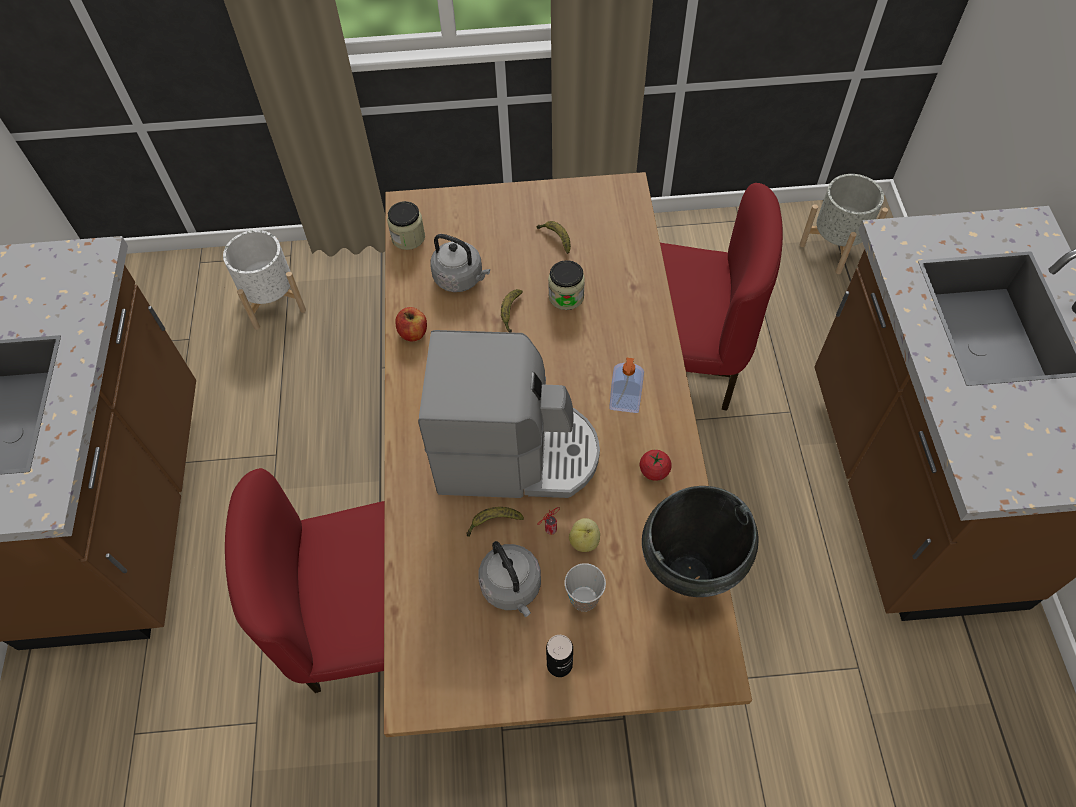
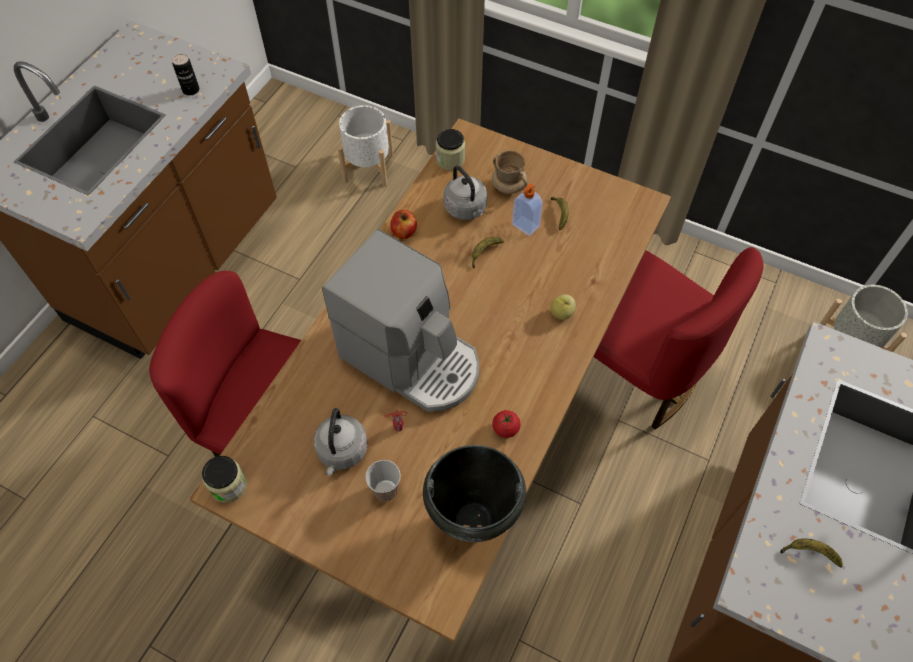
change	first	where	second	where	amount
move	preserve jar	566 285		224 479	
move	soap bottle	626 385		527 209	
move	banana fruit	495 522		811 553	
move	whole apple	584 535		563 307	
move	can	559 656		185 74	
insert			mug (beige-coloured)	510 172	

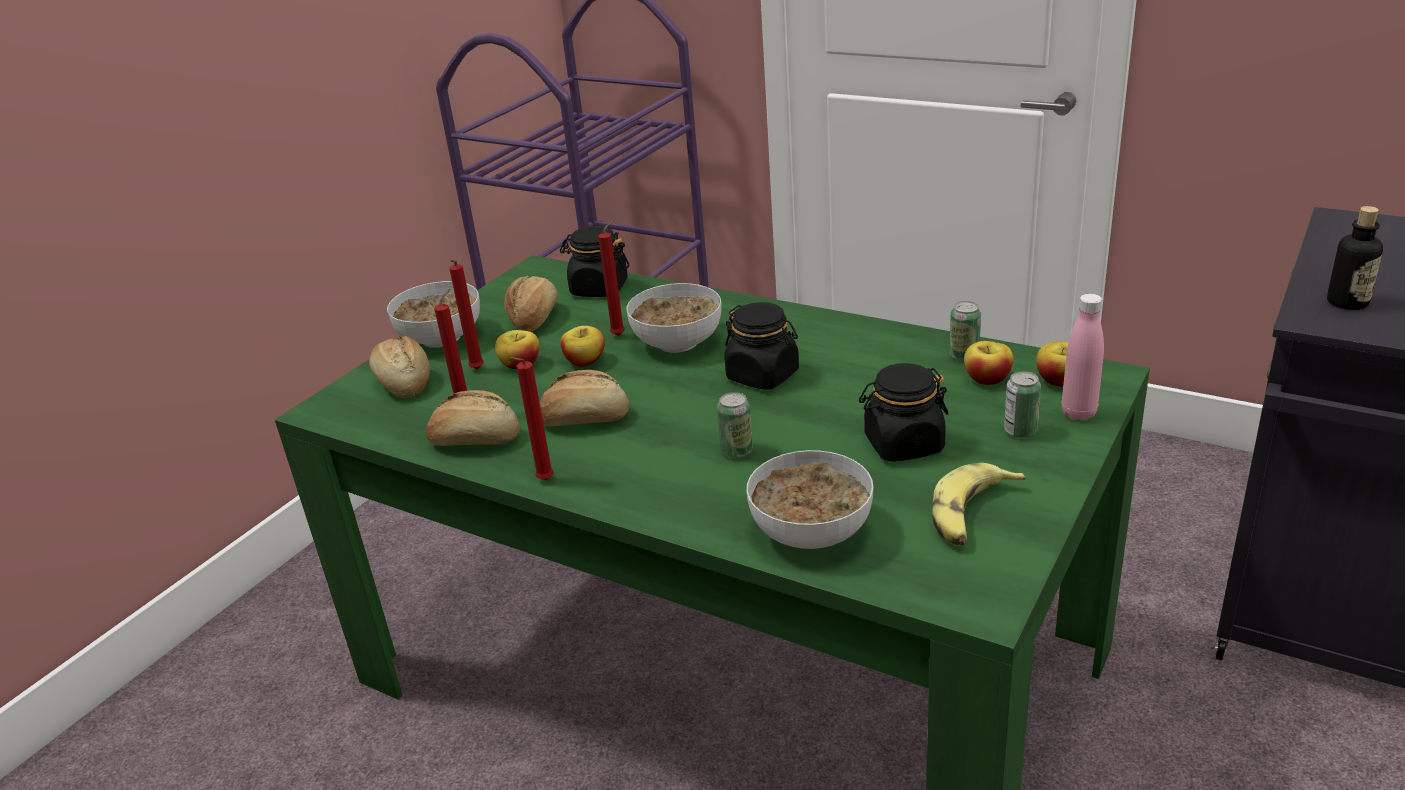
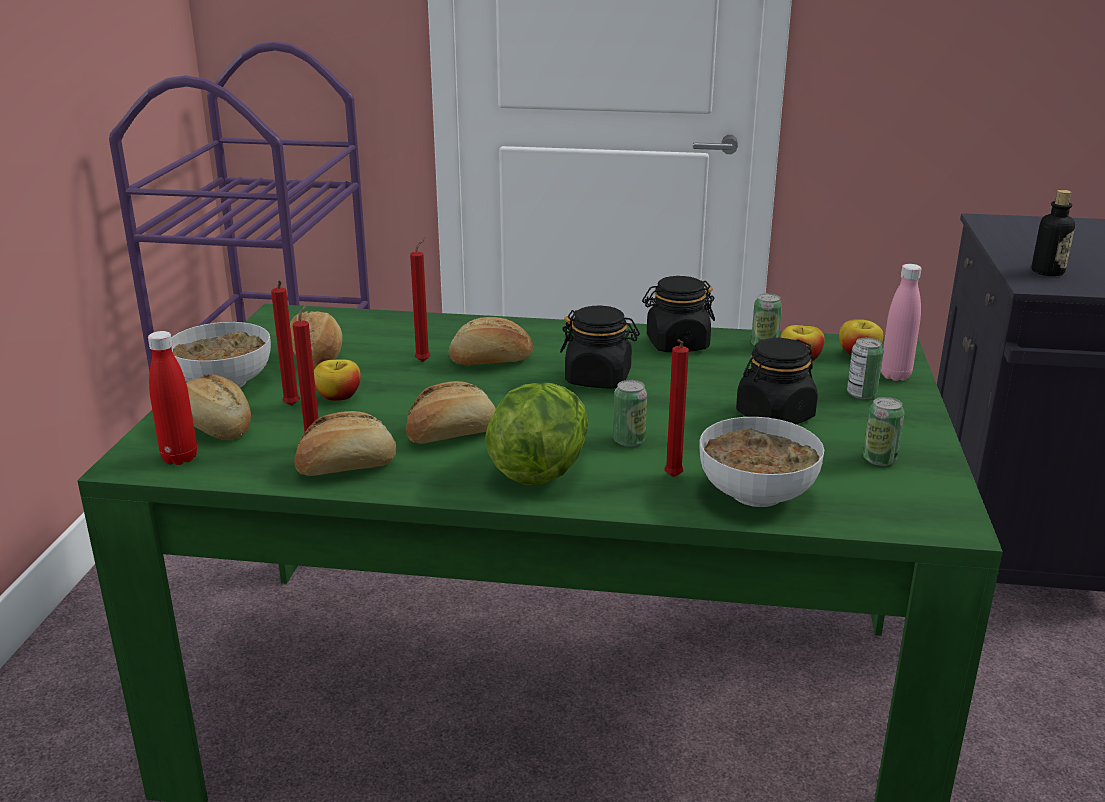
change	first	where	second	where	amount
move	preserve jar (blackish)	594 261		678 314	
replace	bowl	674 318	baked bread	491 341	
delete	whole apple	582 346			
move	wax candle (red-coloured)	531 418		676 408	
replace	banana fruit	979 504	can	883 431	
insert			bottle (red-coloured)	172 398	
insert			head of lettuce	537 434	

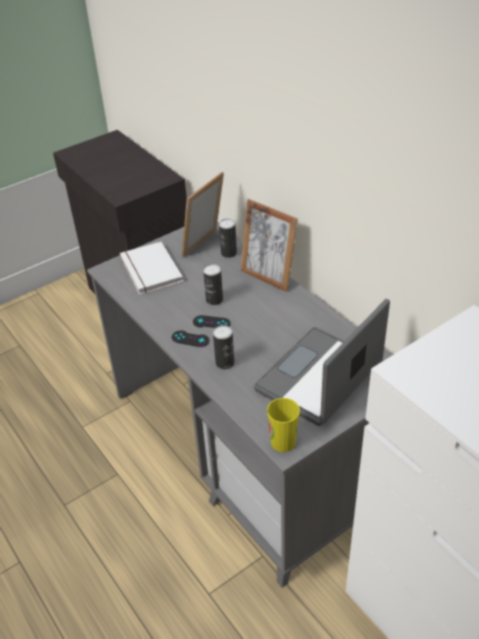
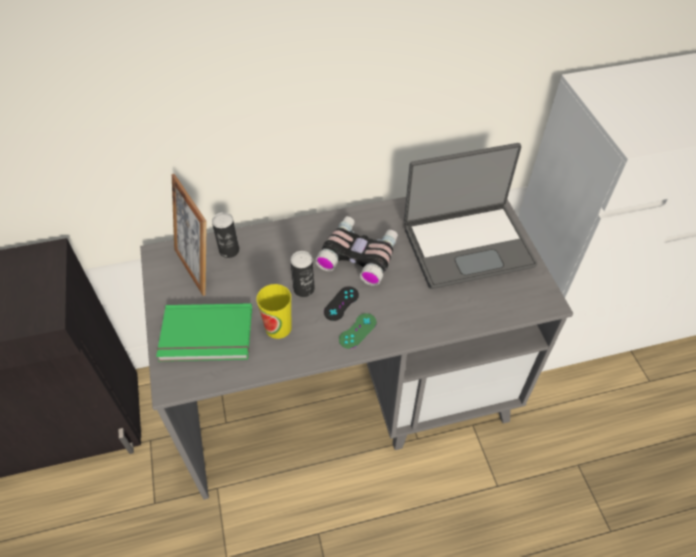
change	first	where	second	where	amount
delete	photo frame	269 245			
recolor	book (white)	152 268	book (greenish)	204 332	
rotate	portable computer	322 362		471 216	75 degrees counterclockwise
delete	can	223 347			
recolor	game controller (blackish)	190 339	game controller (greenish)	358 331	
move	small cup	283 425		274 311	
insert			field glasses	356 251	

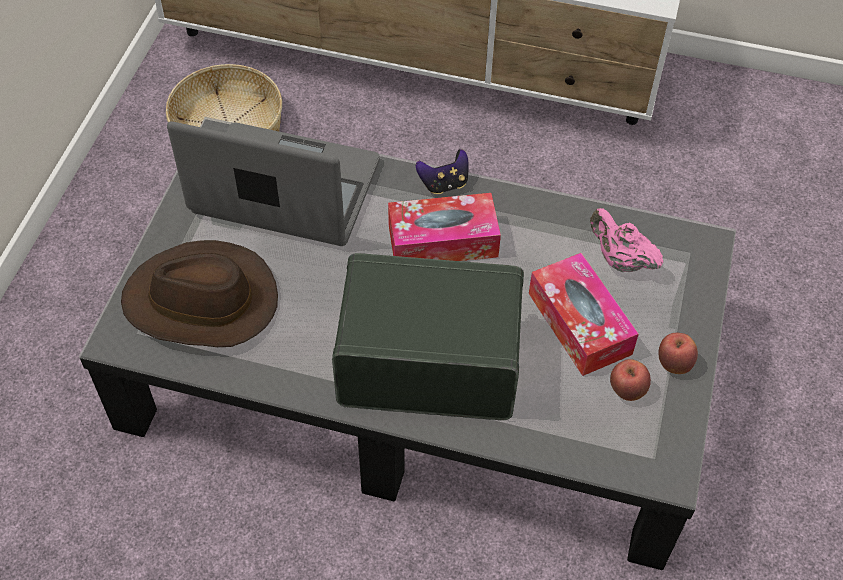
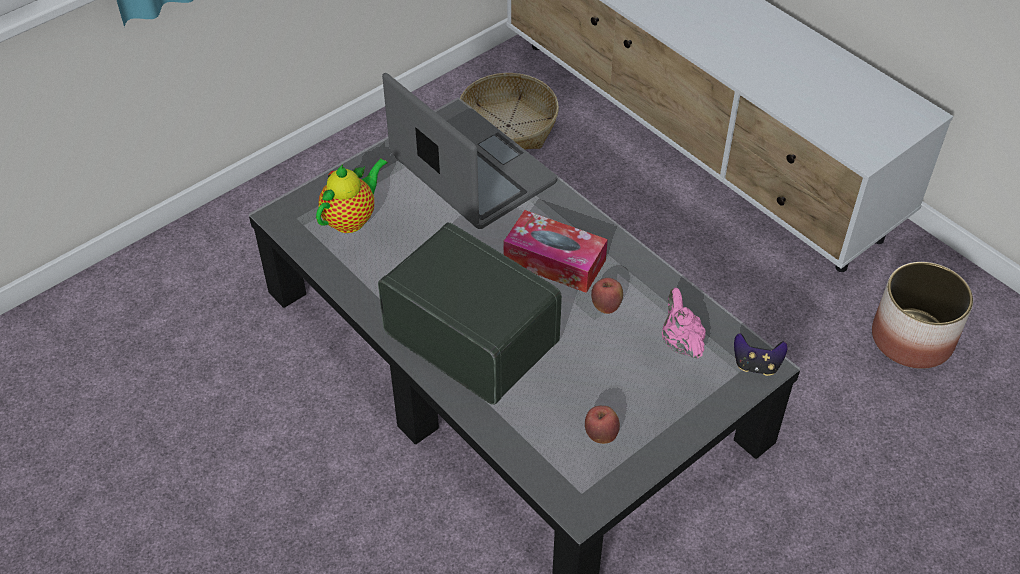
change	first	where	second	where	amount
move	game controller	442 171		761 354	
replace	wearable hat (brown-coloured)	199 293	teapot	352 195	
delete	tissue box	584 314			
move	whole apple	678 353		607 296	
insert			plant pot	922 315	

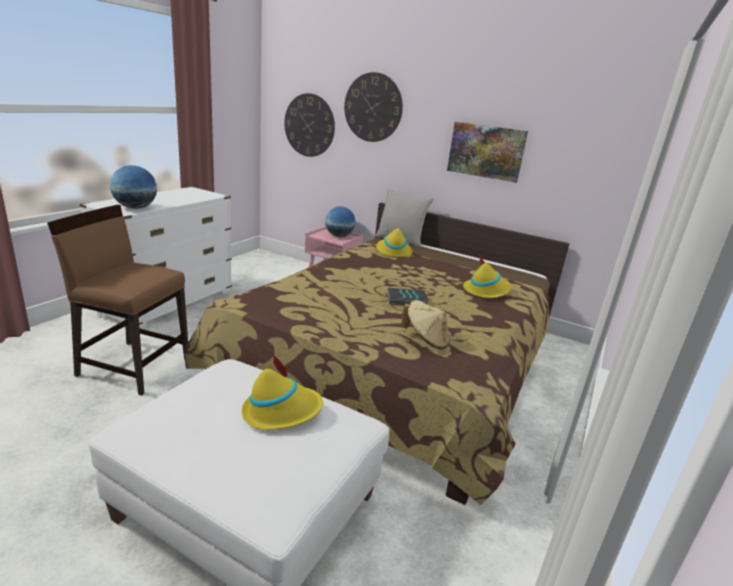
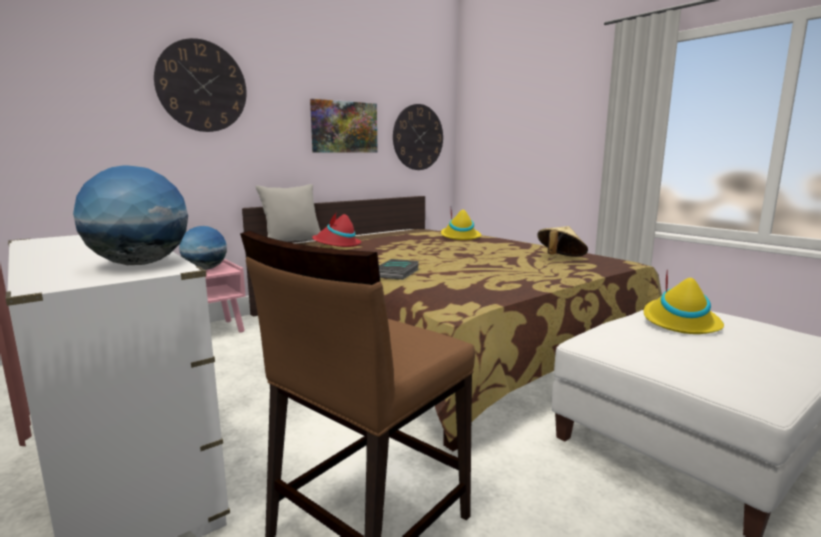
change	first	where	second	where	amount
move	clock on the wall	309 125		418 137	
recolor	wearable hat (yellowish)	394 242	wearable hat (red-coloured)	336 229	
move	book	408 297		399 269	

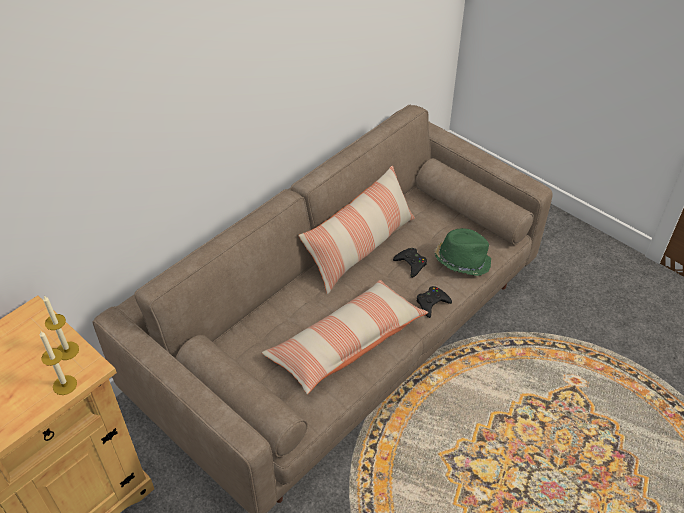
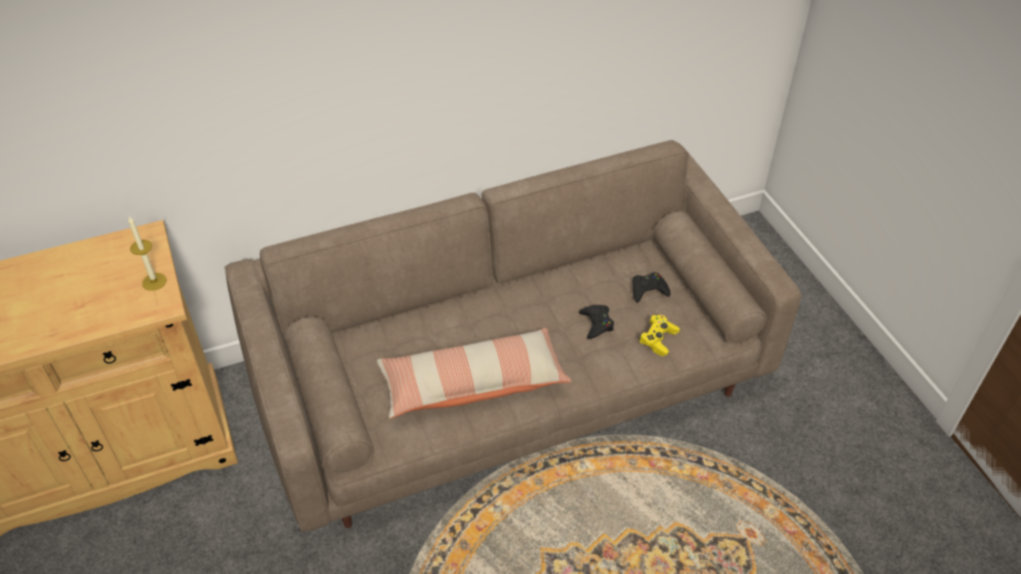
change	first	where	second	where	amount
delete	cushion	356 230			
replace	wearable hat (greenish)	462 252	game controller (yellowish)	659 336	
move	game controller (blackish)	434 302		652 287	
delete	wax candle	58 362			

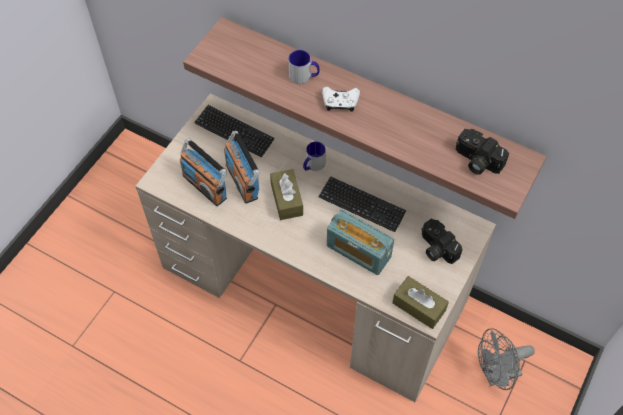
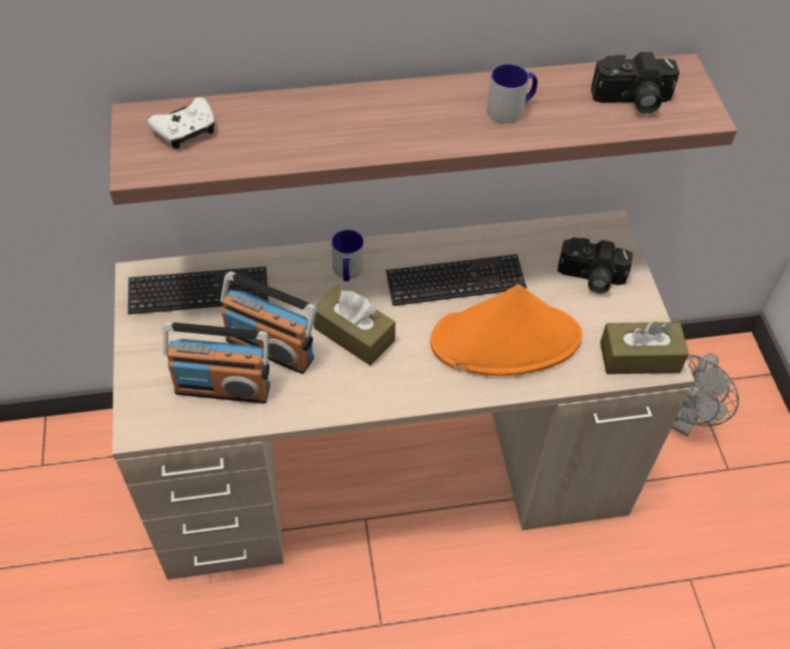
change	first	where	second	where	amount
move	mug	304 67		512 94	
move	game controller (white)	341 99		181 123	
replace	radio	360 242	wearable hat (orange)	506 330	

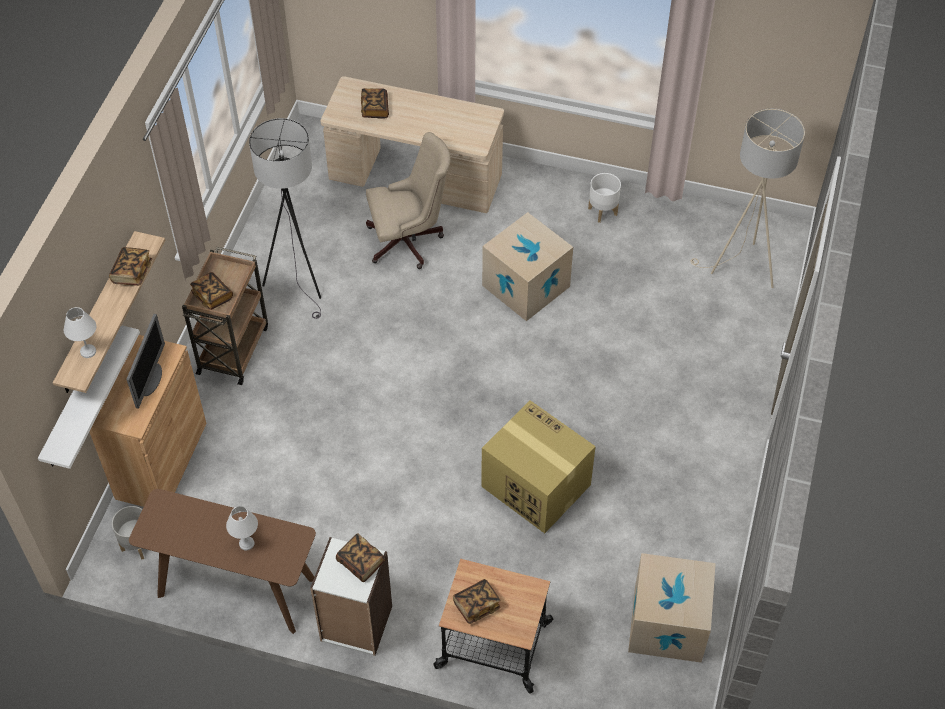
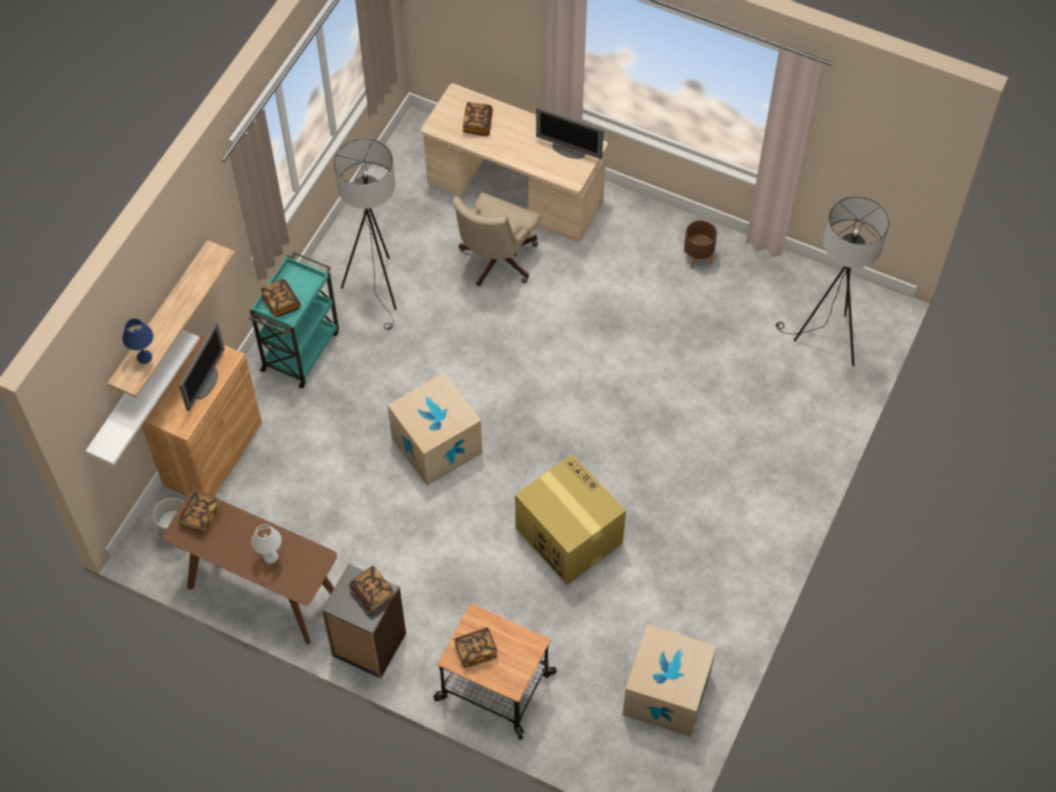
change	first	where	second	where	amount
recolor	standing lamp (beige-coloured)	747 198	standing lamp (blackish)	832 281	
rotate	desk chair (beige-coloured)	408 200		496 239	120 degrees clockwise
recolor	plant pot (white)	604 198	plant pot (brown-coloured)	700 244	
move	carton	527 266		435 429	
move	book	130 266		199 513	
recolor	wheeled cart (brown-coloured)	225 316	wheeled cart (turquoise-coloured)	294 320	
recolor	lamp for a table (white)	80 332	lamp for a table (blue-coloured)	137 341	
recolor	bookshelf (white)	351 596	bookshelf (blackish)	363 621	
insert			computer screen	570 133	

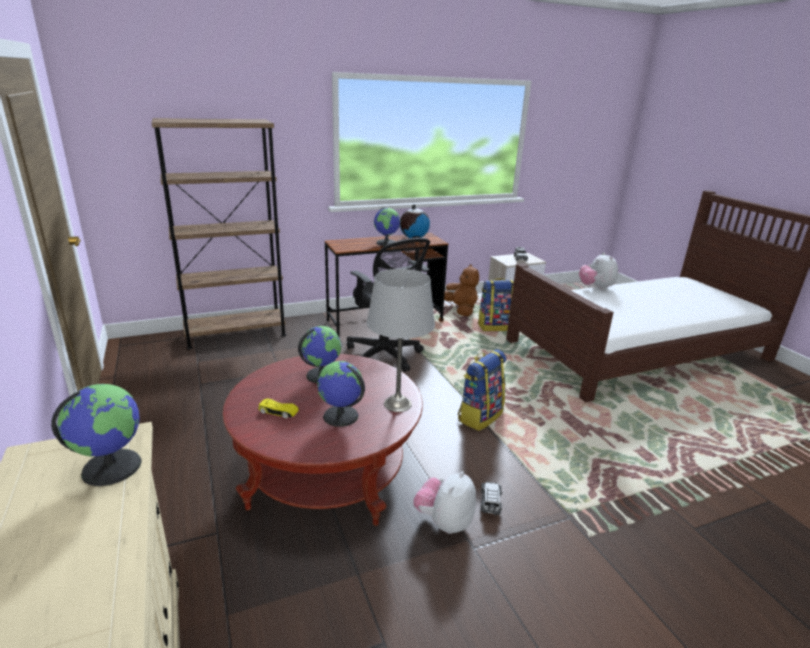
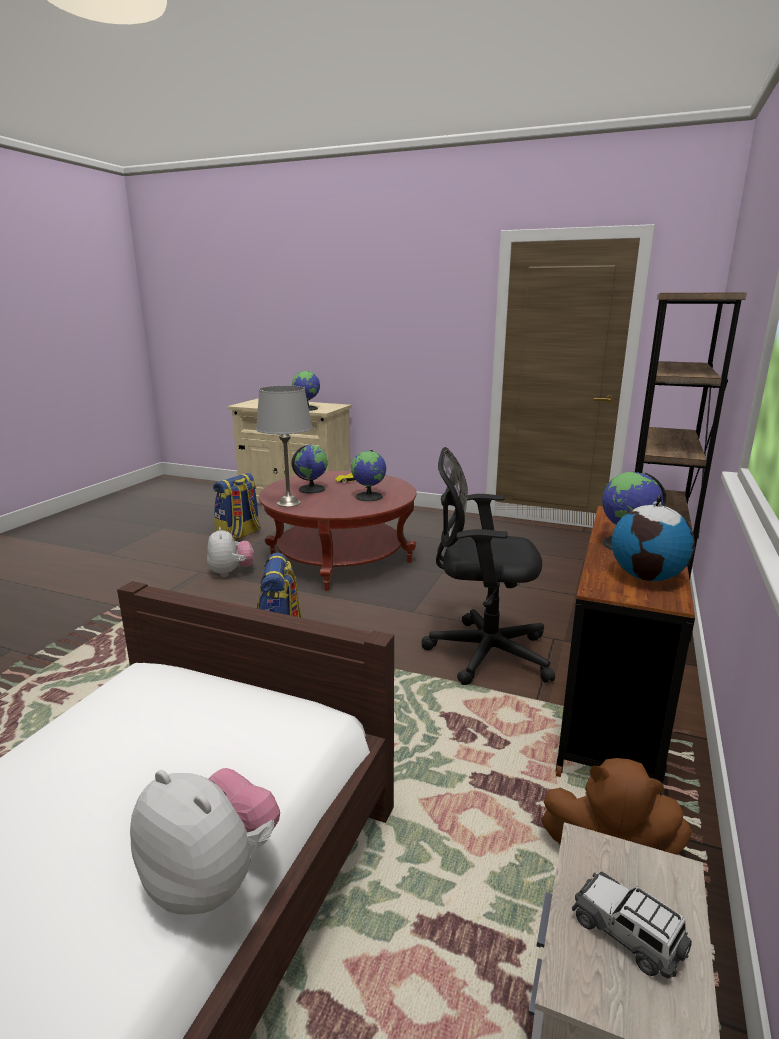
change	first	where	second	where	amount
move	backpack	496 304		236 506	
delete	toy car	491 498			

